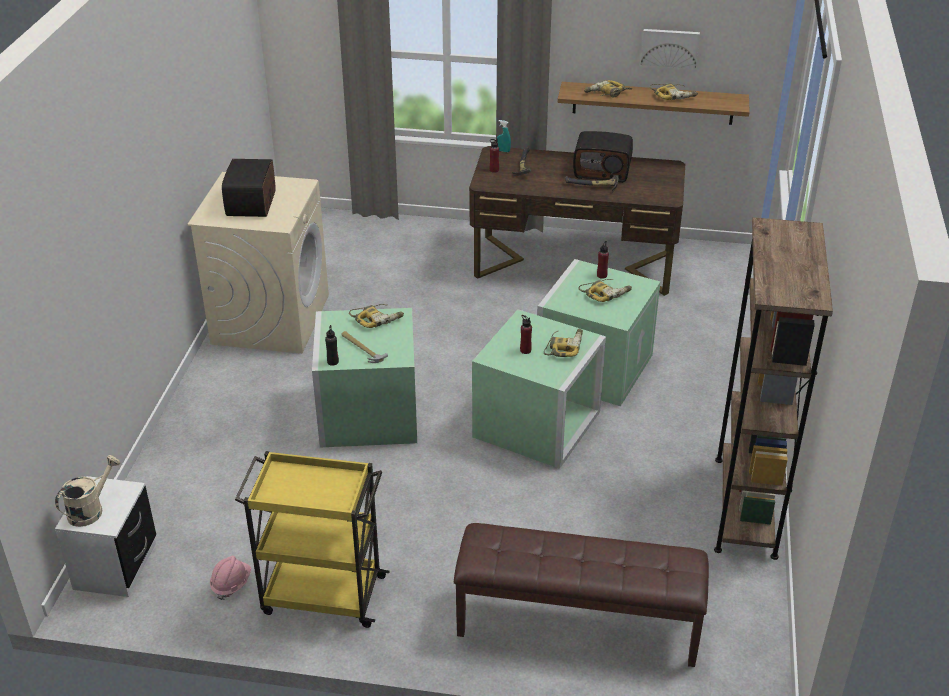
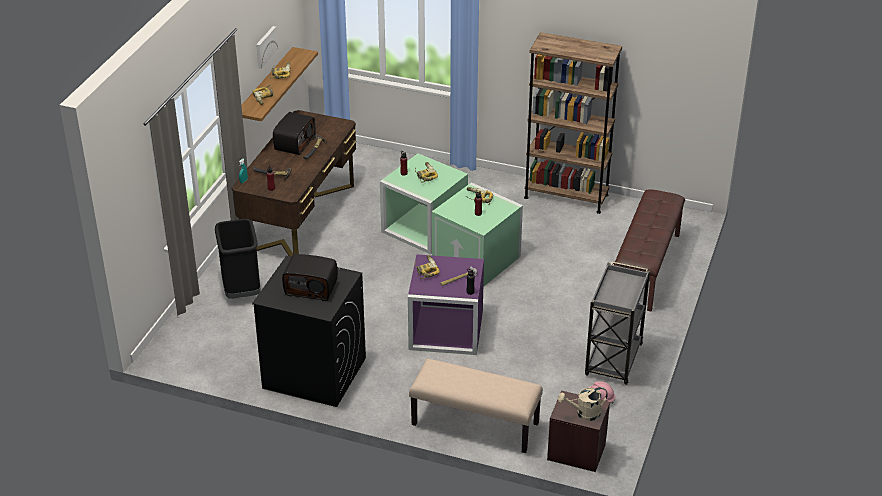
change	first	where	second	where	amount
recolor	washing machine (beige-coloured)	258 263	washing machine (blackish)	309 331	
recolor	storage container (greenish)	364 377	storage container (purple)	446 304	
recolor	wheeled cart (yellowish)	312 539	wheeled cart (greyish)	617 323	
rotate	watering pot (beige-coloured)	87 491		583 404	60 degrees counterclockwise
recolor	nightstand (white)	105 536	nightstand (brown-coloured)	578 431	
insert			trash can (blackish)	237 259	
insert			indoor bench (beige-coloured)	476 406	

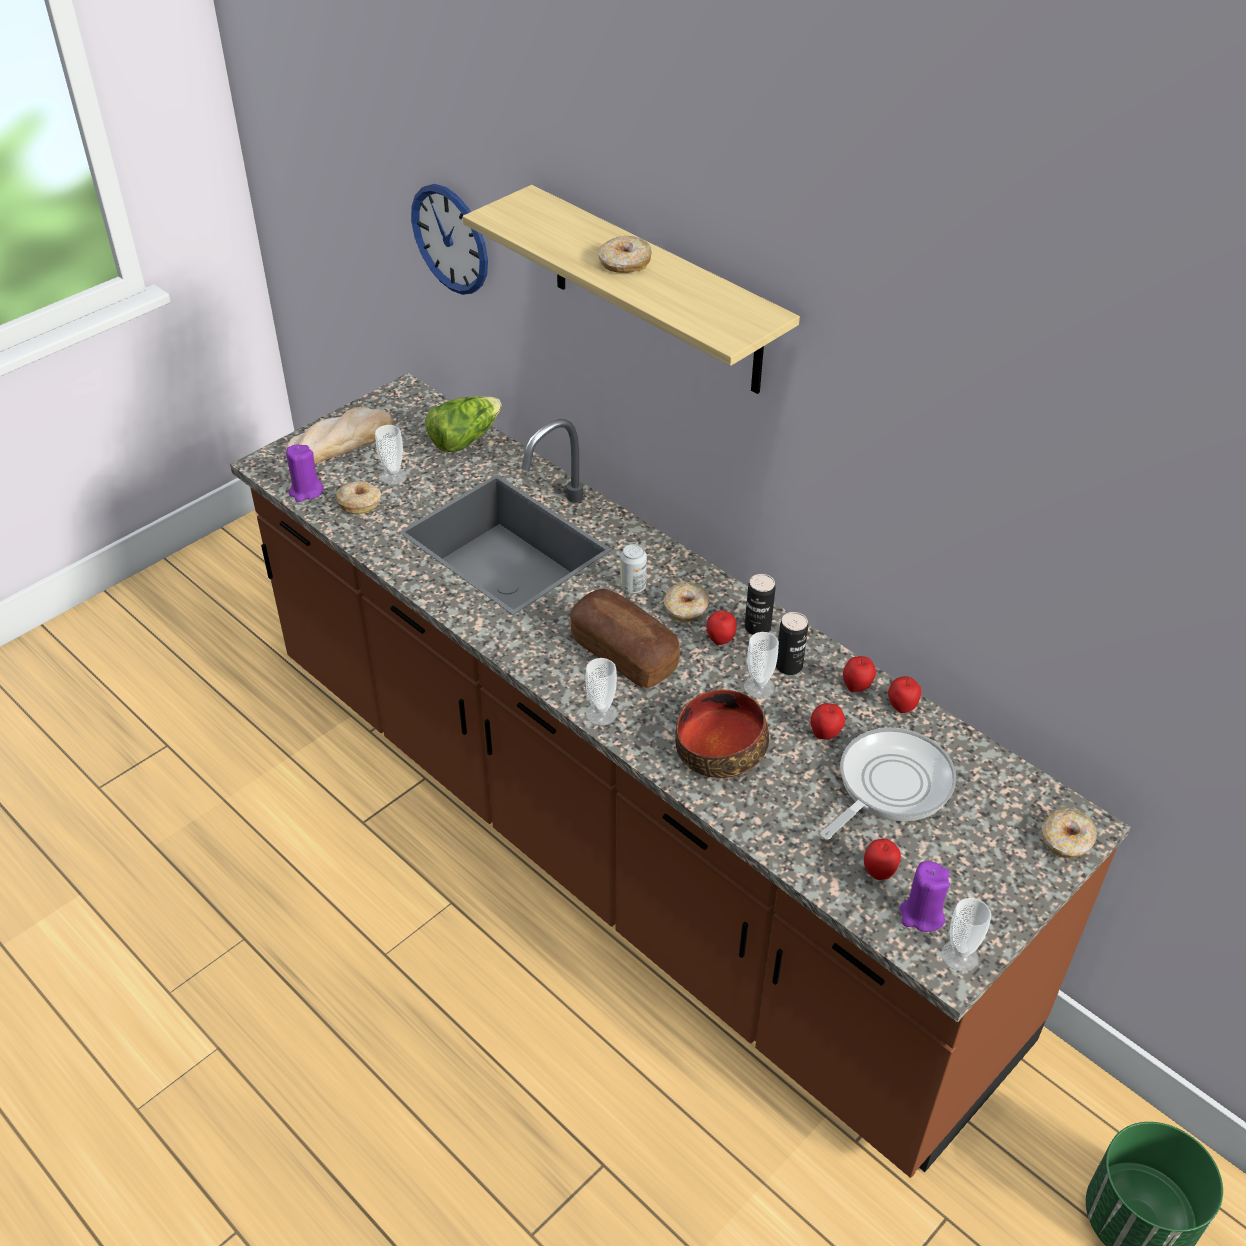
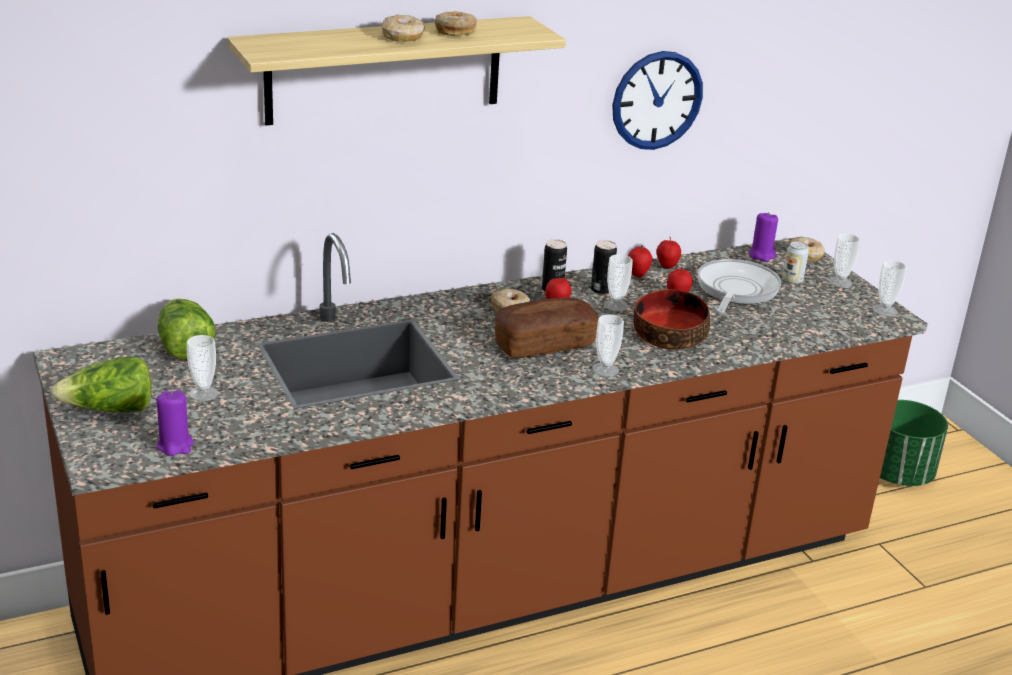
change	first	where	second	where	amount
move	clock on the wall	449 239		657 100	
replace	baked bread	339 436	head of lettuce	101 384	
move	doughnut	358 497		456 23	
move	can	633 569		795 262	
rotate	pan	888 784		739 286	45 degrees clockwise
delete	whole apple	882 859			
move	wax candle (purple)	925 896		763 237	
insert			small cup	844 261	

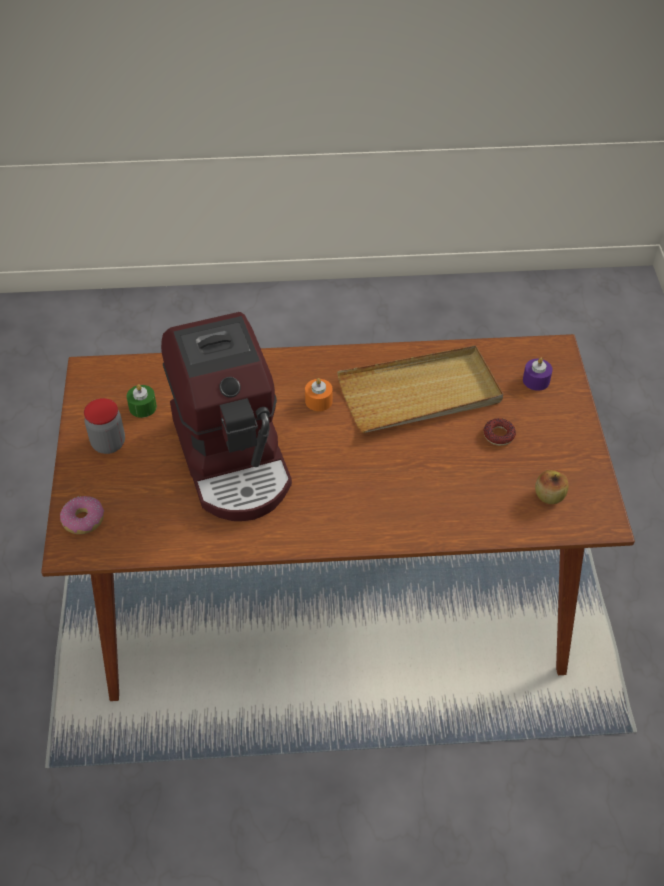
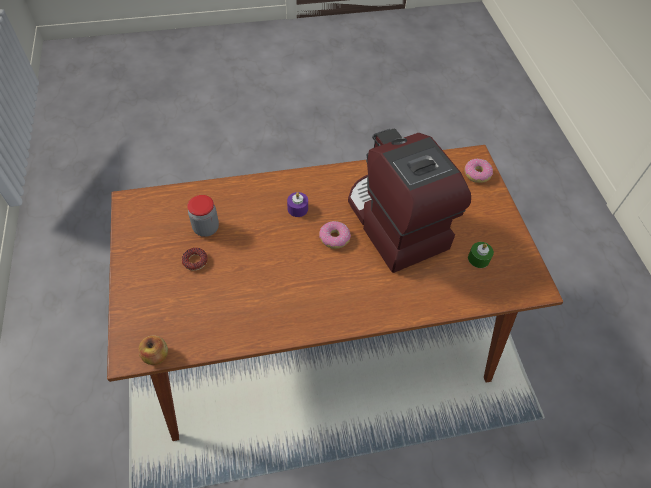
change	first	where	second	where	amount
delete	serving tray (beige-coloured)	420 389			
move	wax candle (purple)	538 374		297 204	
delete	wax candle (orange)	319 394			
move	preserve jar	104 426		203 216	
move	whole apple	552 486		153 350	
insert			doughnut	335 235	

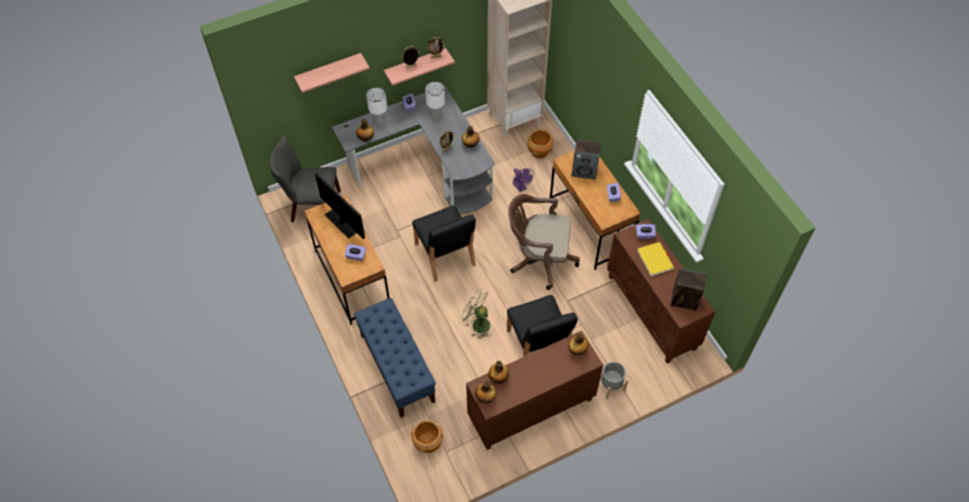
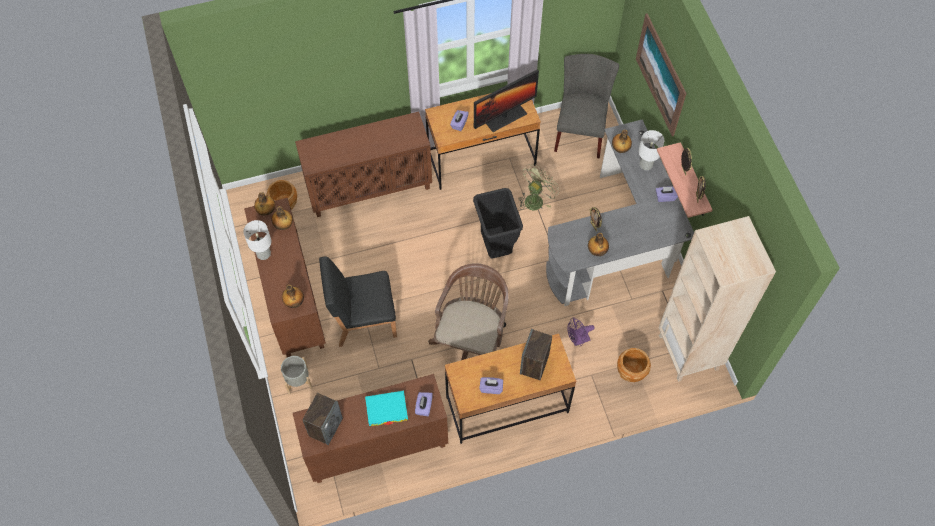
change	first	where	second	where	amount
replace	wall shelf	332 73	picture	661 74	
move	lamp for a table (white)	435 100		257 240	
replace	plain chair (blackish)	444 243	trash can (blackish)	498 223	
recolor	book (yellowish)	655 259	book (turquoise-coloured)	386 408	
move	fan (greenish)	475 314		539 187	
replace	indoor bench (blue-coloured)	395 358	cupboard (brown-coloured)	363 164	

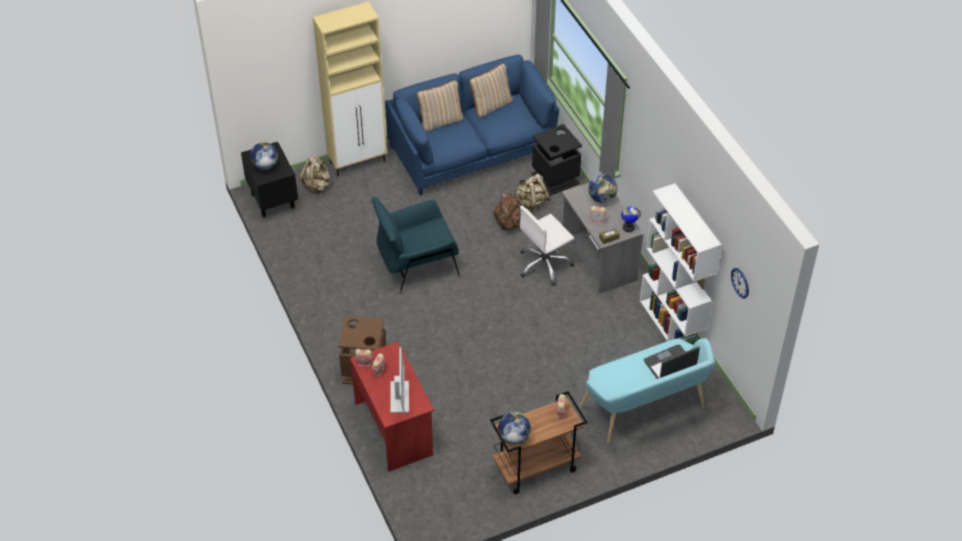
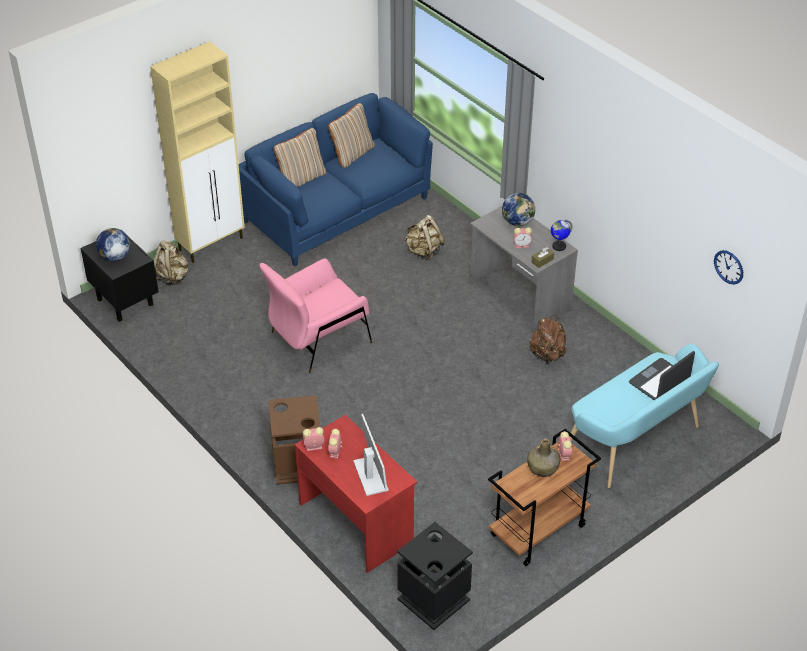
change	first	where	second	where	amount
move	trash can (blackish)	557 160		435 576	
delete	bookshelf (white)	680 264			
move	backpack (brown-coloured)	507 212		548 339	
recolor	lounge chair (blue-coloured)	416 245	lounge chair (pinkish)	316 315	
delete	desk chair (white)	547 246			
delete	world globe	514 428			
insert			bottle (greenish)	543 458	

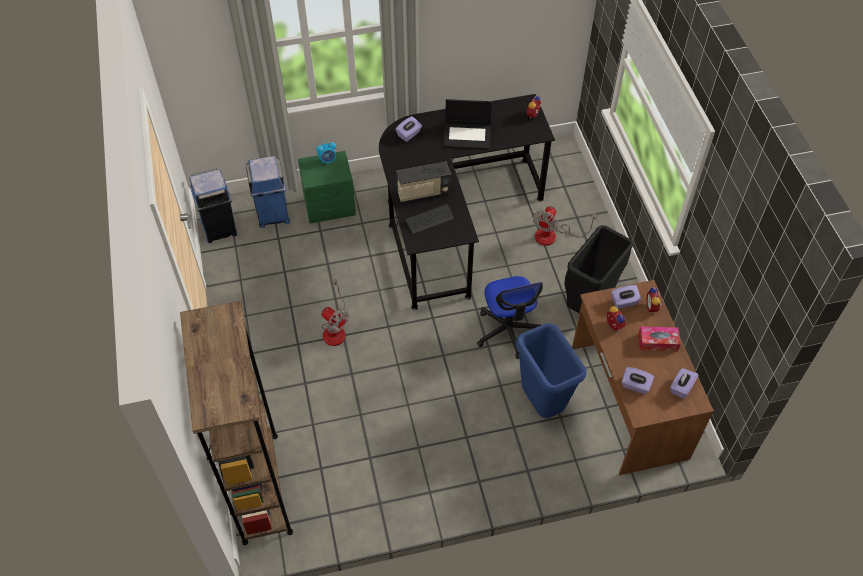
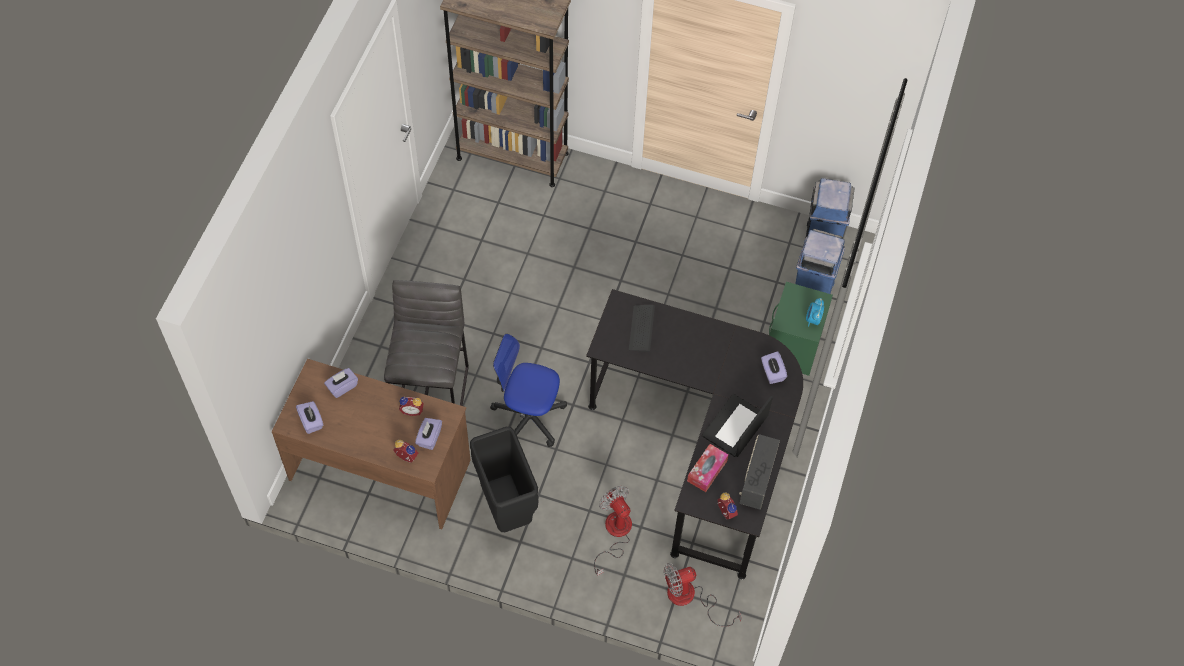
change	first	where	second	where	amount
move	radio	423 182		759 472	
move	fan	335 312		703 594	
replace	trash can (blue-coloured)	551 370	sitting stool (greyish)	426 343	
move	tissue box	659 339		707 468	

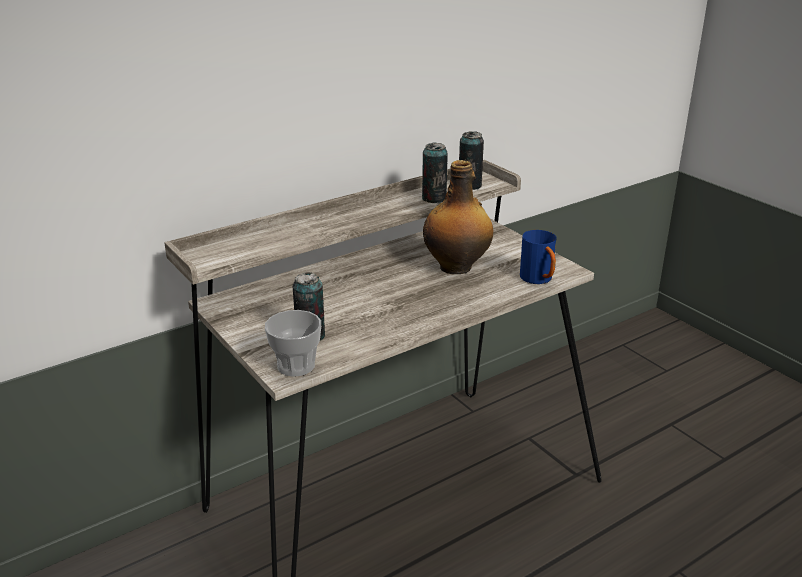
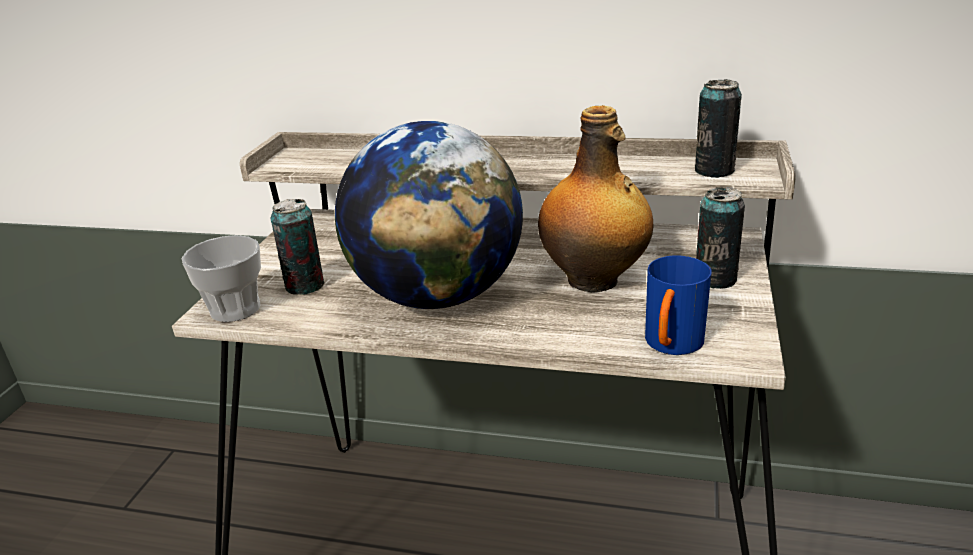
change	first	where	second	where	amount
move	can	435 172		720 238	
insert			world globe	429 215	

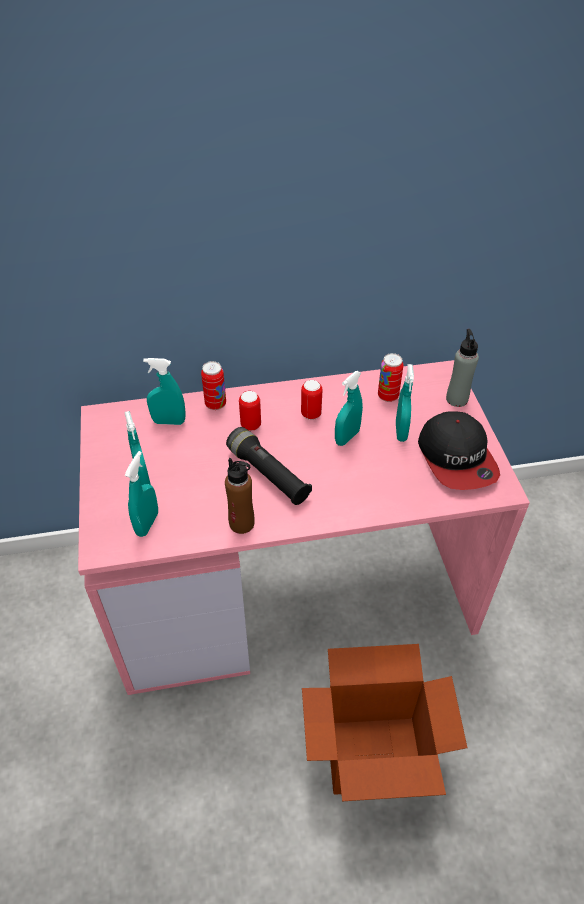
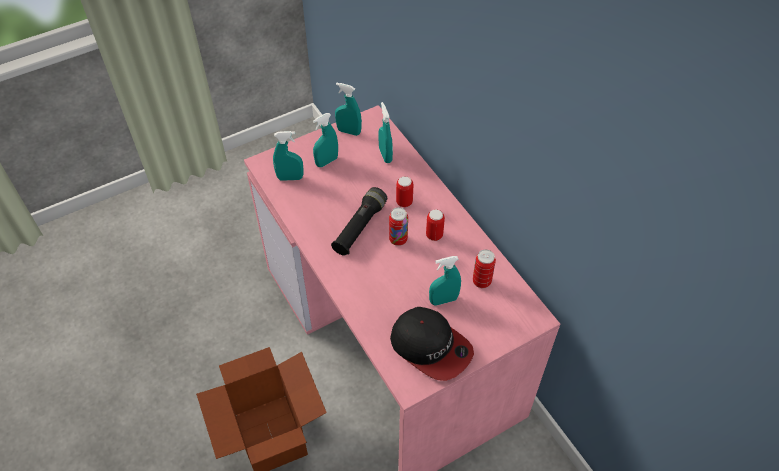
change	first	where	second	where	amount
delete	bottle (greyish)	462 368			
move	can	213 385		398 226	
move	spray bottle (turquoise-coloured)	349 408		348 109	
rotate	peaked cap	459 450		432 344	105 degrees counterclockwise
delete	bottle (brown-coloured)	240 496			

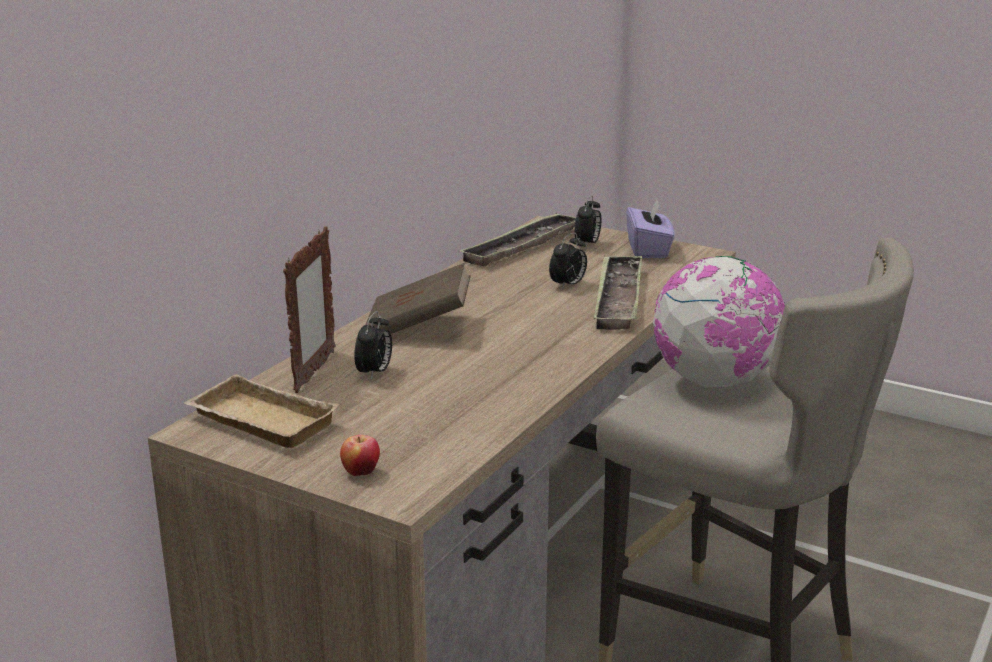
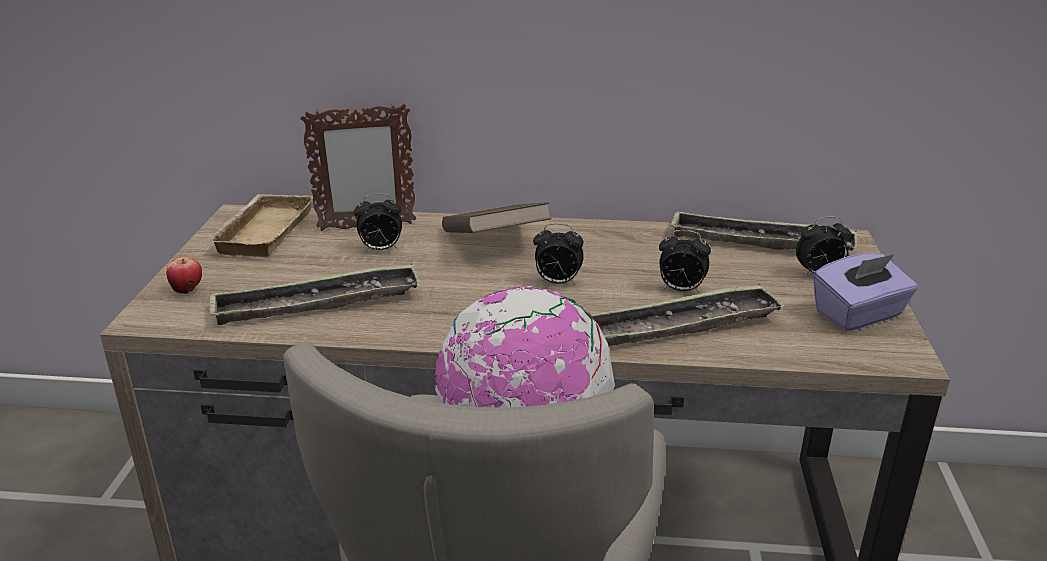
change	first	where	second	where	amount
insert			alarm clock	558 253	
insert			serving tray	315 294	

